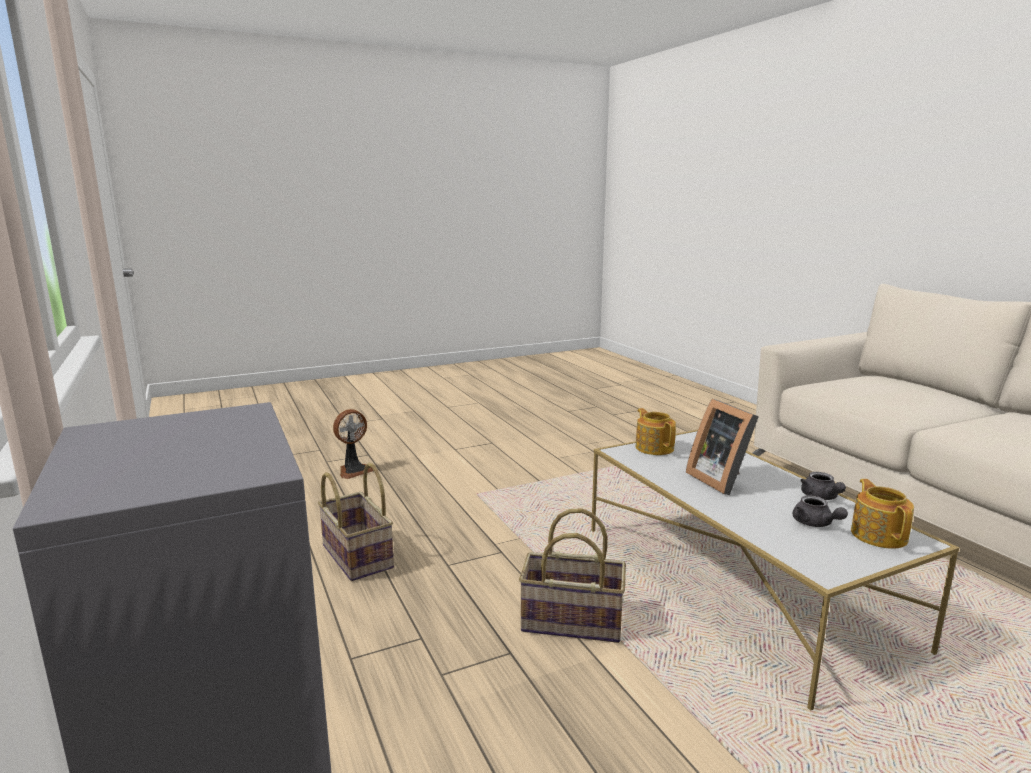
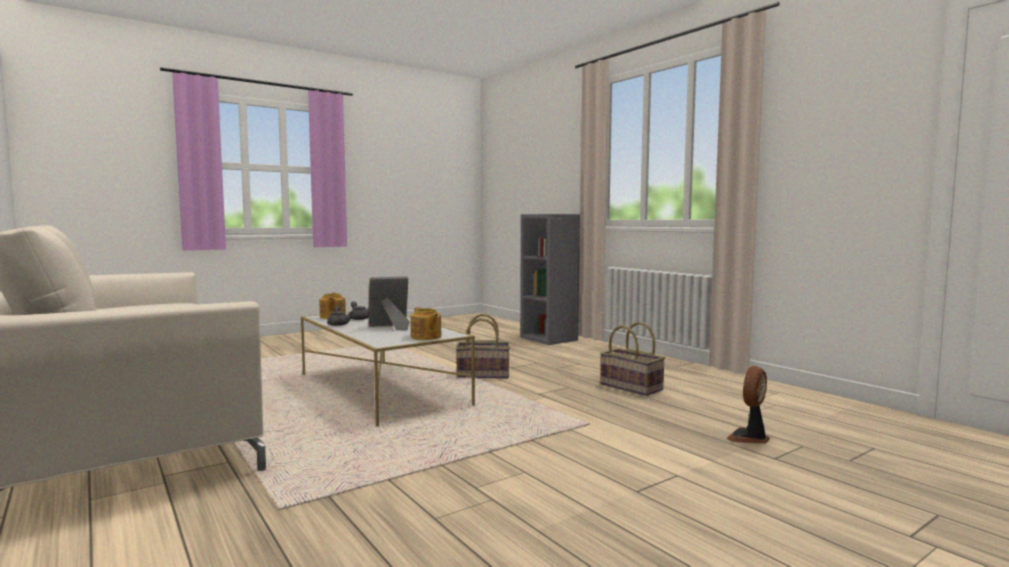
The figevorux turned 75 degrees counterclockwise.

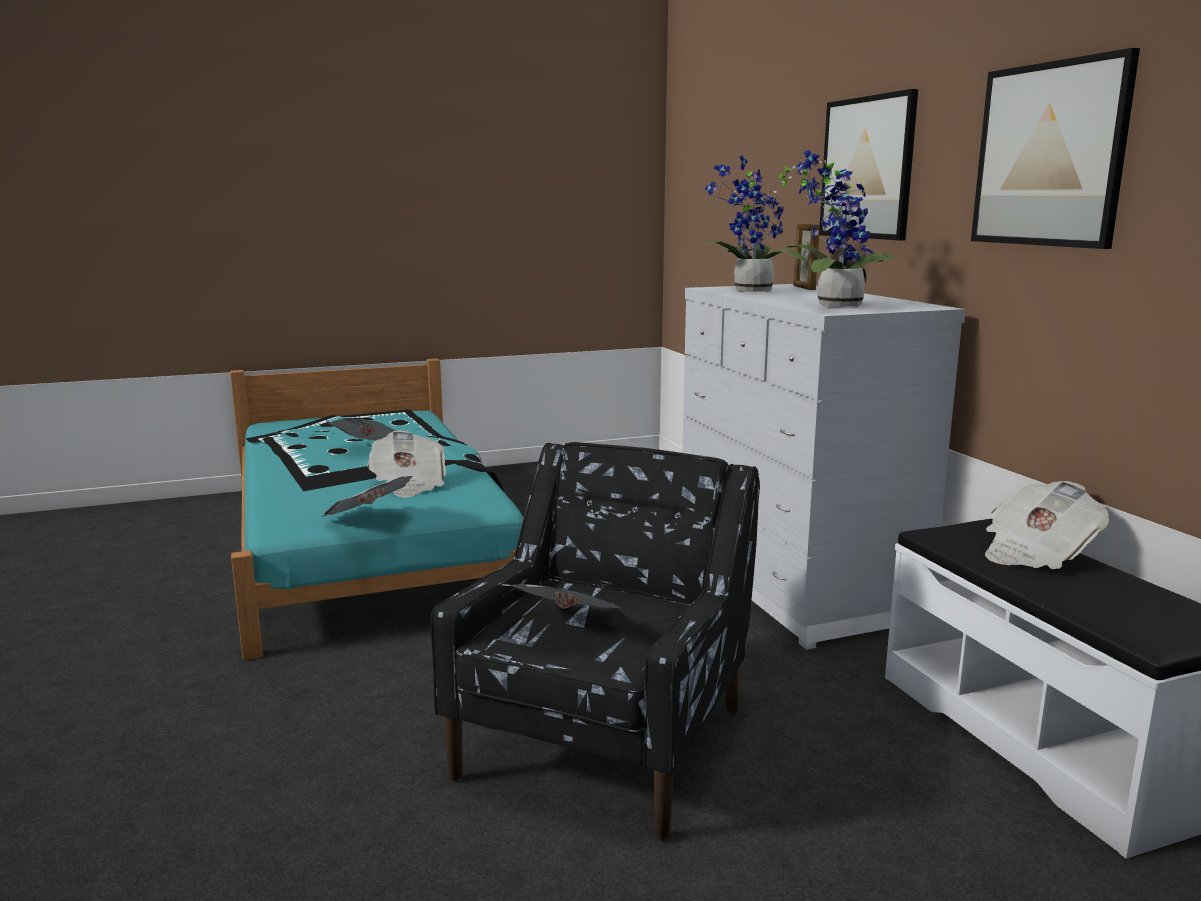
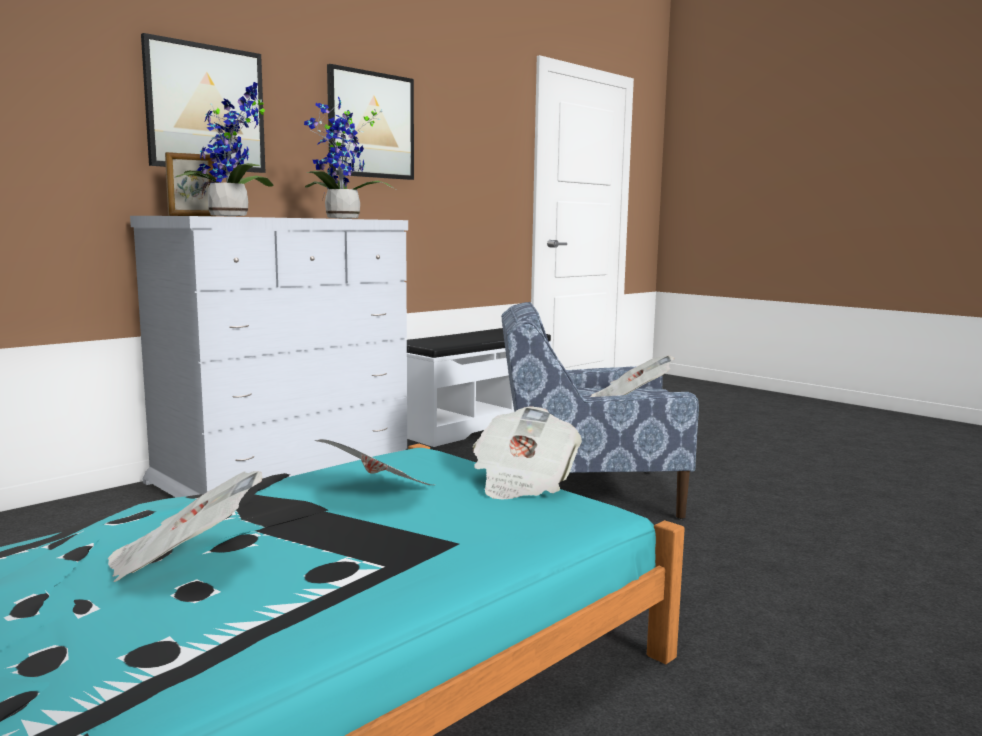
The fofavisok (no. 5 from left) disappeared.
The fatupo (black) became the fatupo (blue).

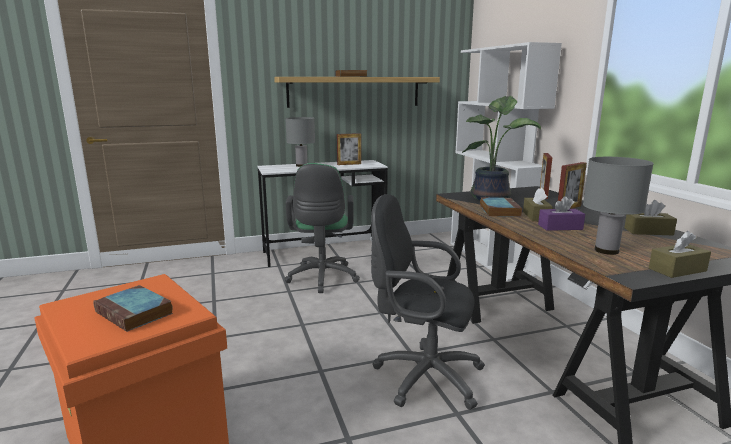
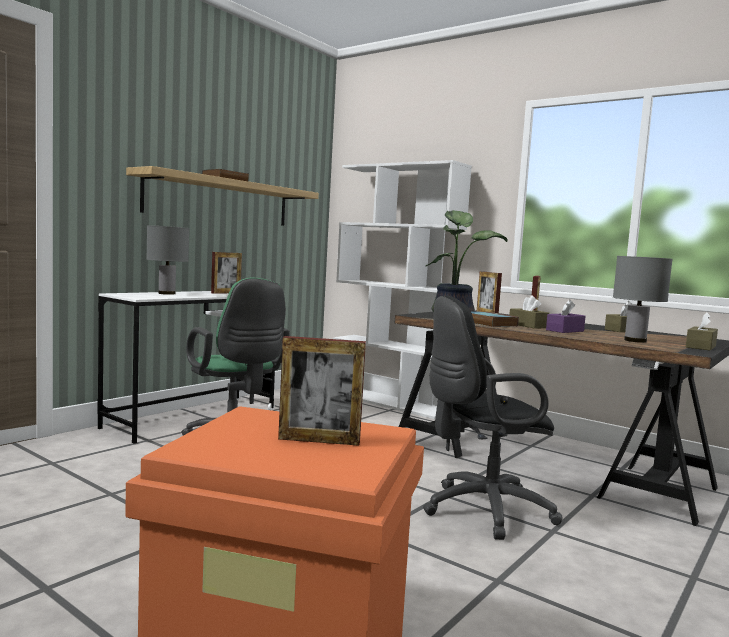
The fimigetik (no. 1 from left) was replaced by the figevorux (no. 2 from left).

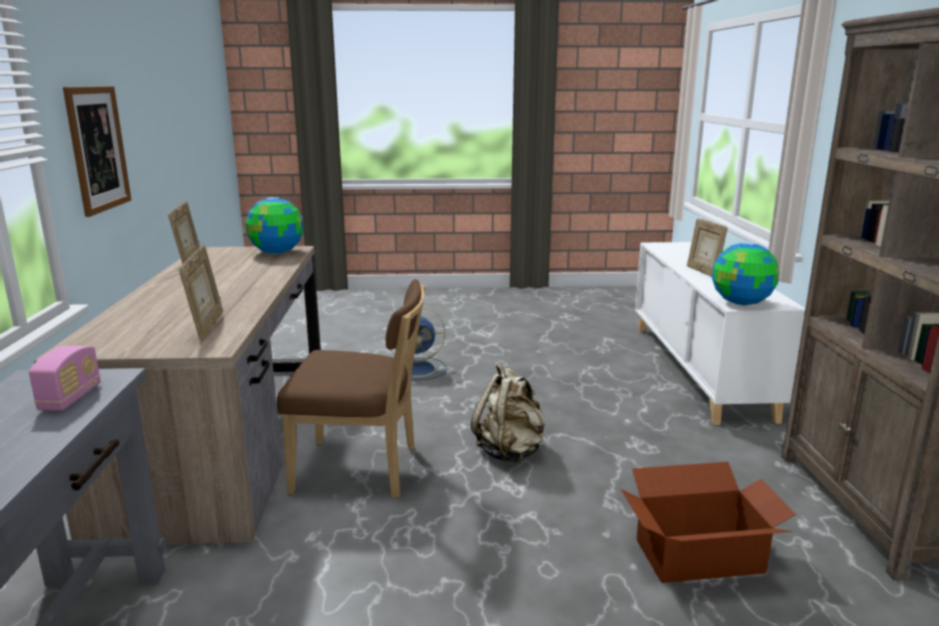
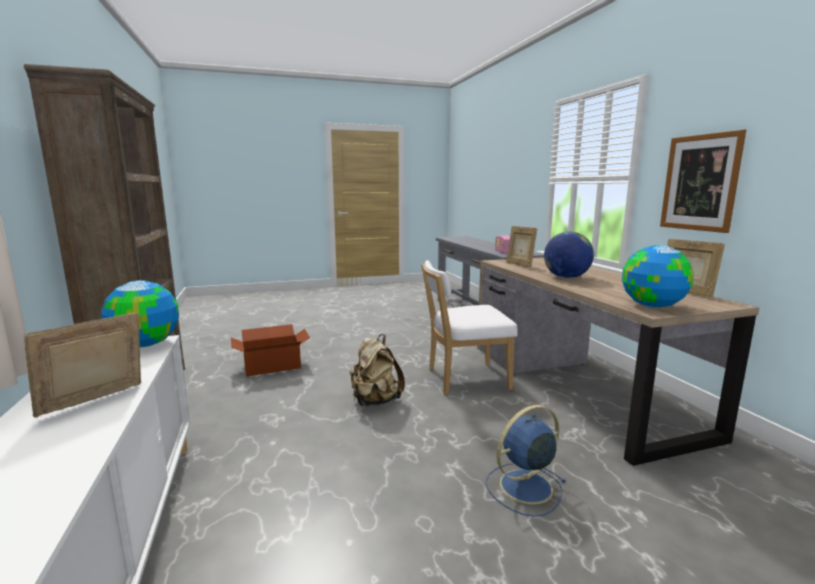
The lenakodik (no. 2 from left) appeared.
The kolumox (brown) became the kolumox (white).
The figevorux (no. 3 from left in the first image) turned 120 degrees counterclockwise.

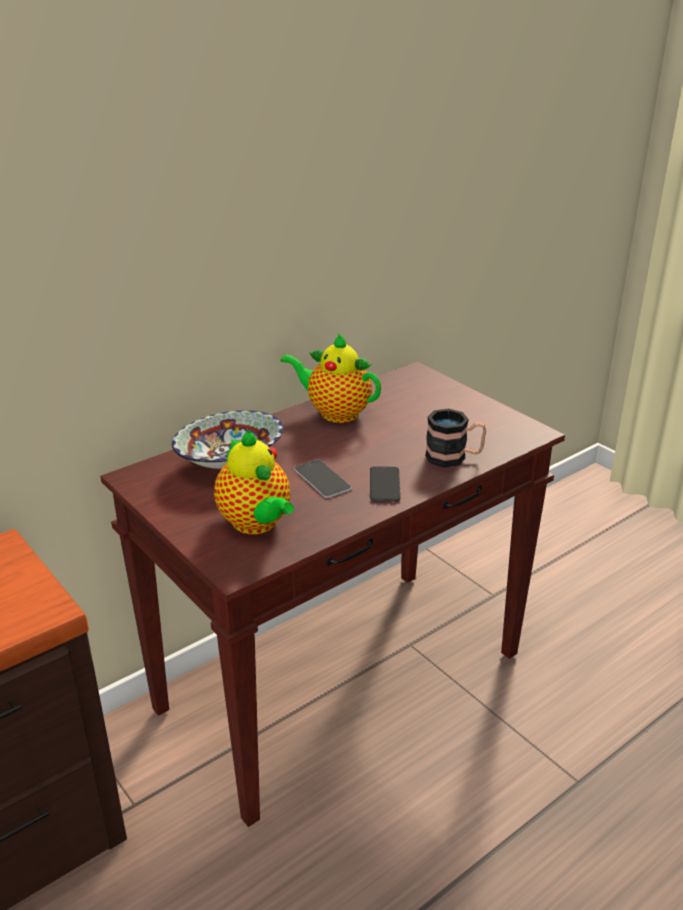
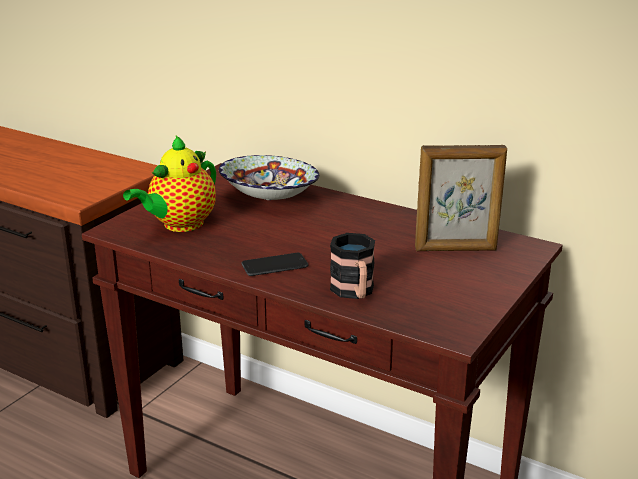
The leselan (no. 2 from left) disappeared.
The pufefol (no. 1 from left) disappeared.
The figevorux appeared.

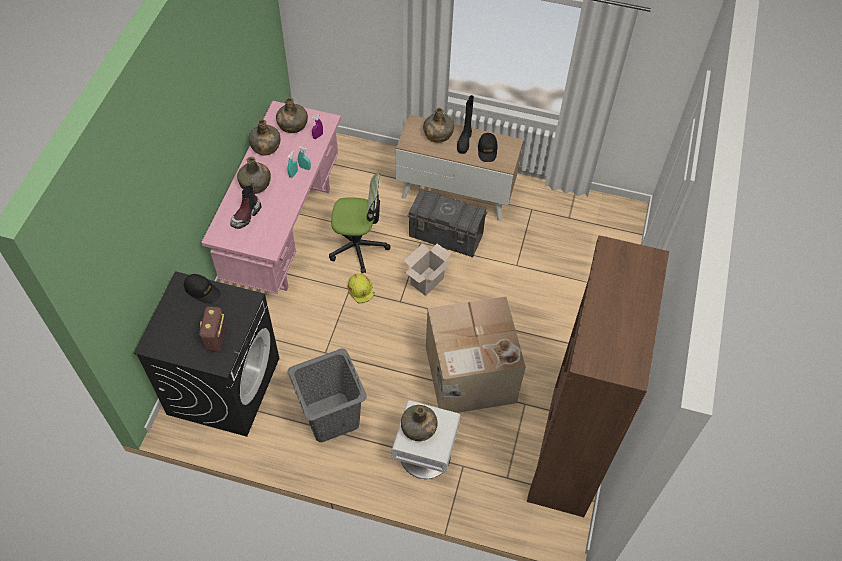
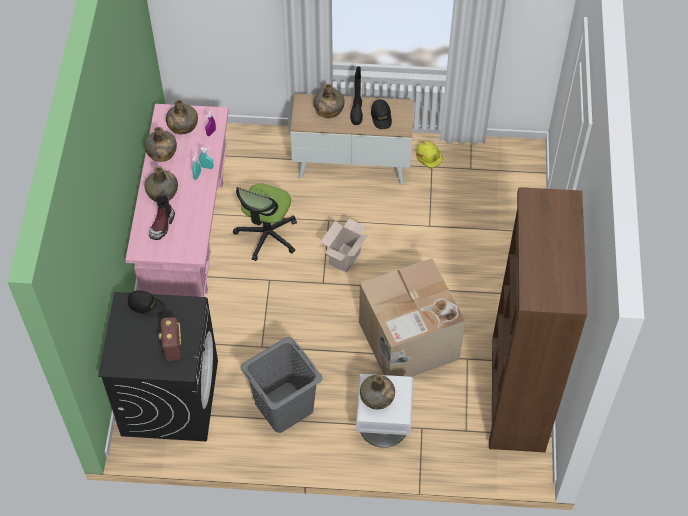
The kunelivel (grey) disappeared.
The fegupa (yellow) moved.
The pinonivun turned 120 degrees clockwise.

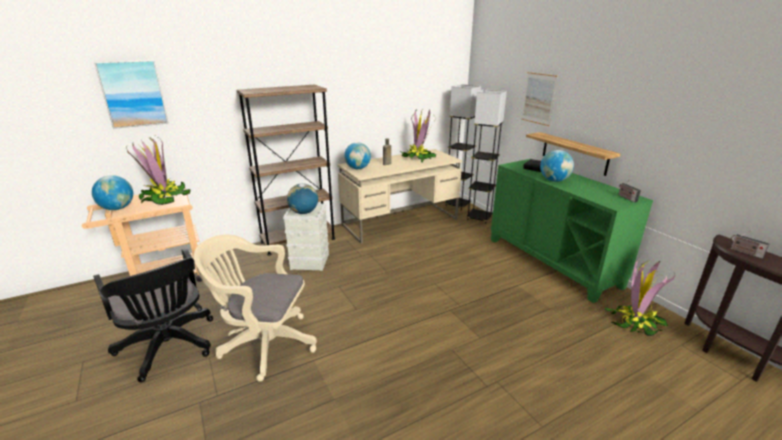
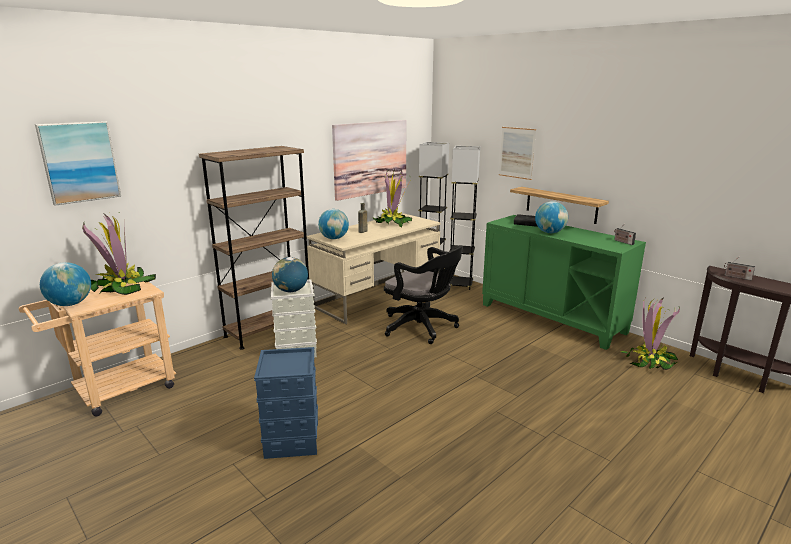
The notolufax (no. 2 from left) appeared.
The pinonivun (black) moved.
The pinonivun (beige) was replaced by the kunelivel (blue).

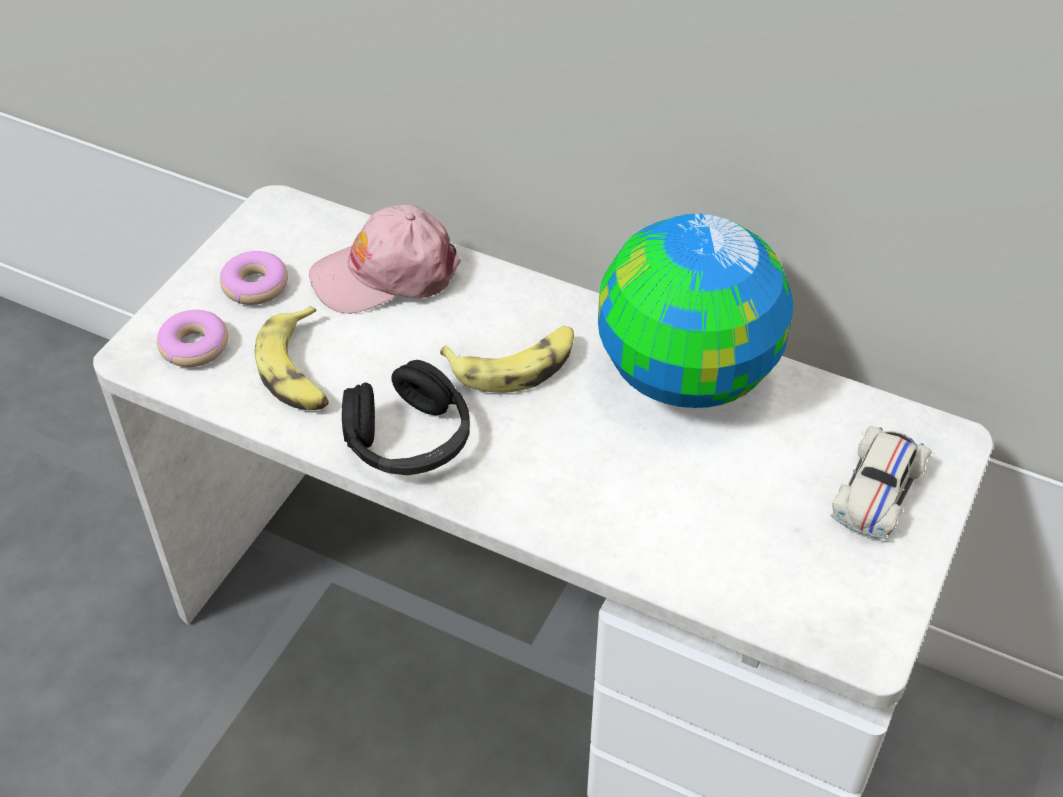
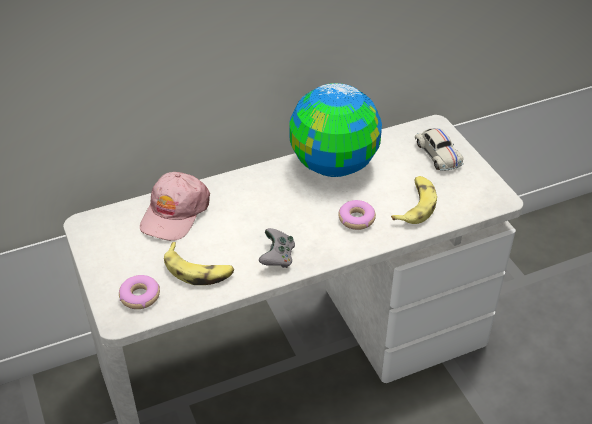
The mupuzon (no. 2 from left) moved.
The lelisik (no. 2 from left) moved.
The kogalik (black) was replaced by the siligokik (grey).

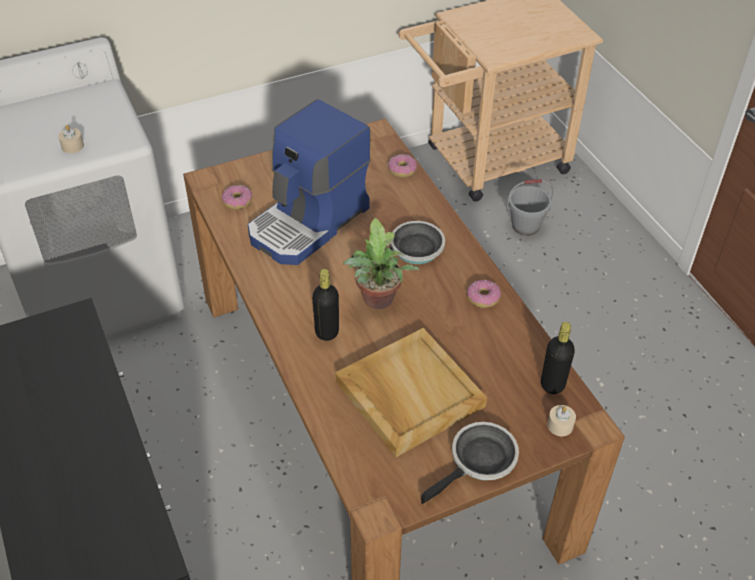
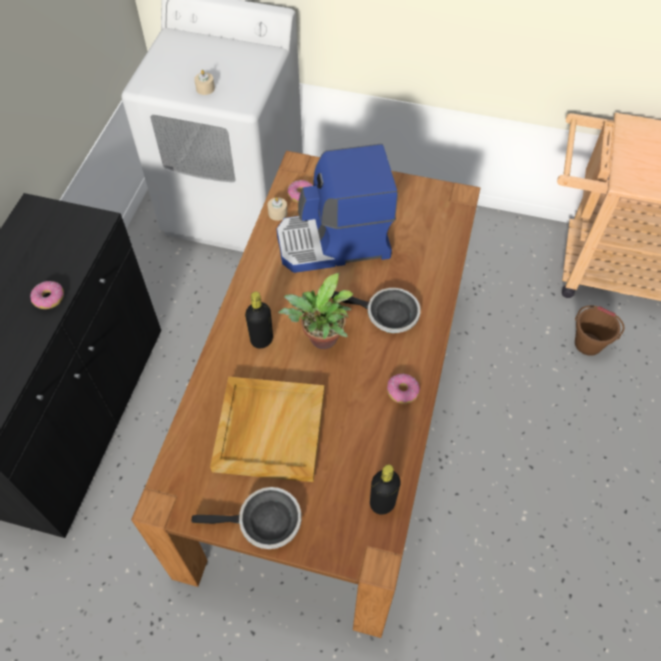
The mupuzon (no. 2 from left in the first image) moved.
The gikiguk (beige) (no. 2 from left) moved.
The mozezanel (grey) became the mozezanel (brown).

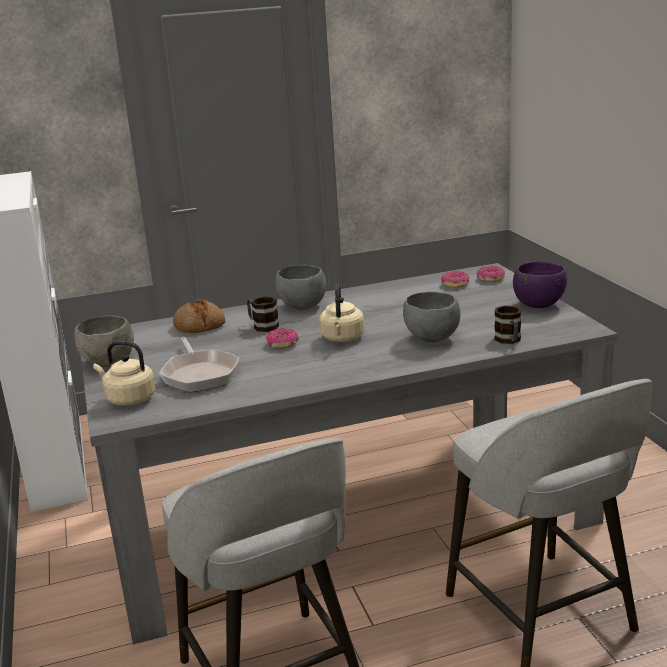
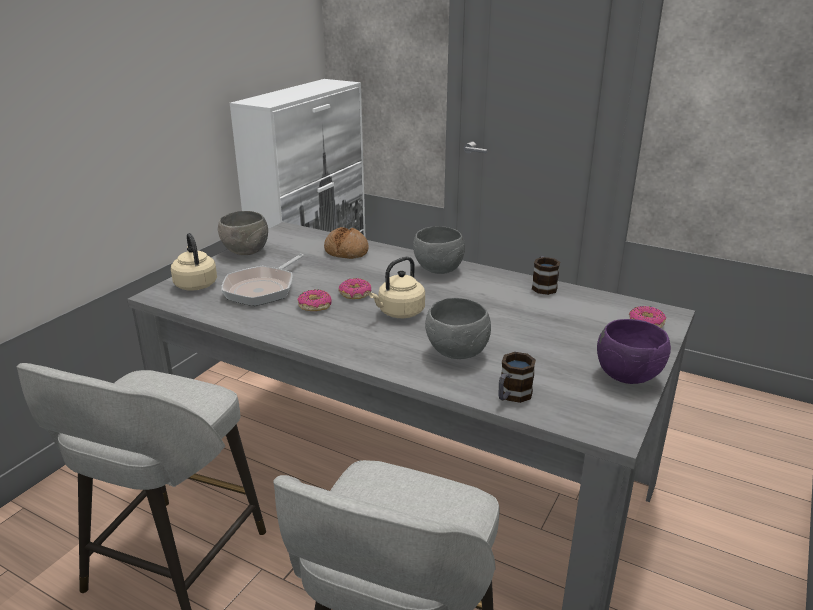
The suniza (no. 1 from left in the first image) moved.
The mupuzon (no. 2 from left in the first image) moved.

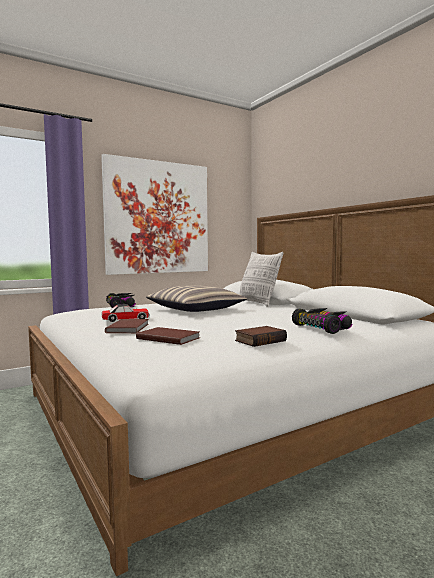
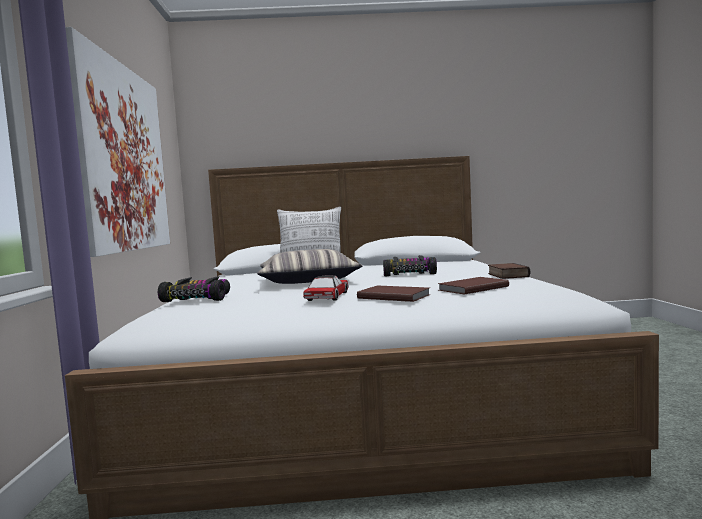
The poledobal (no. 3 from left) moved.

